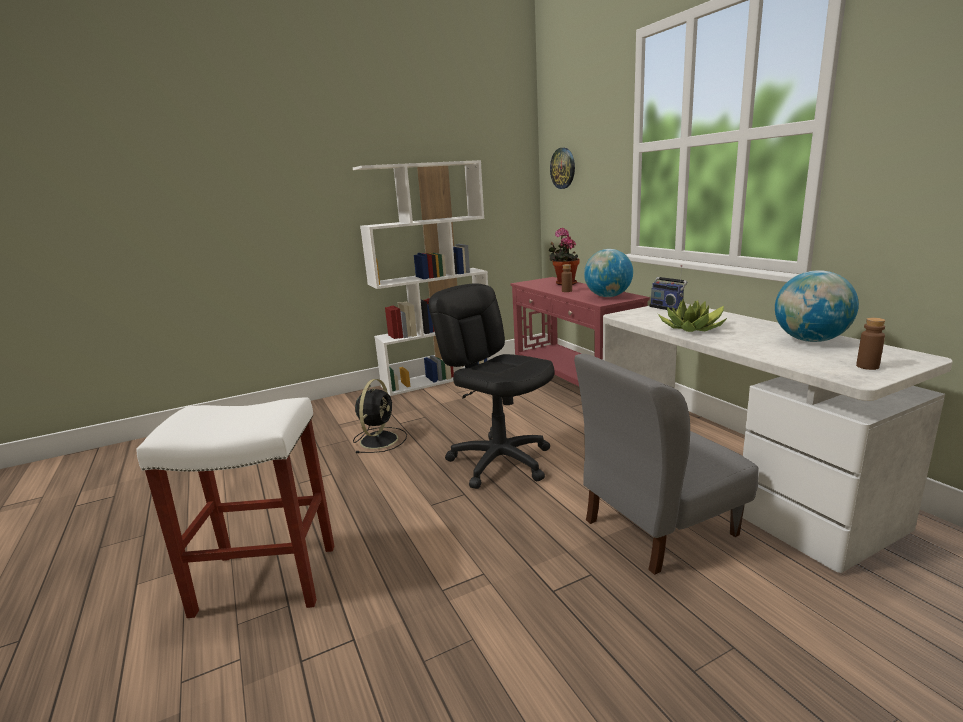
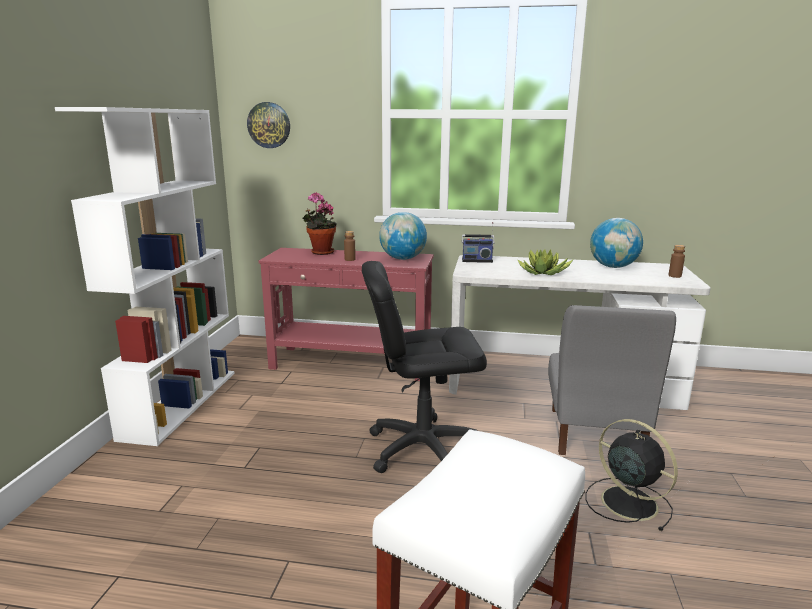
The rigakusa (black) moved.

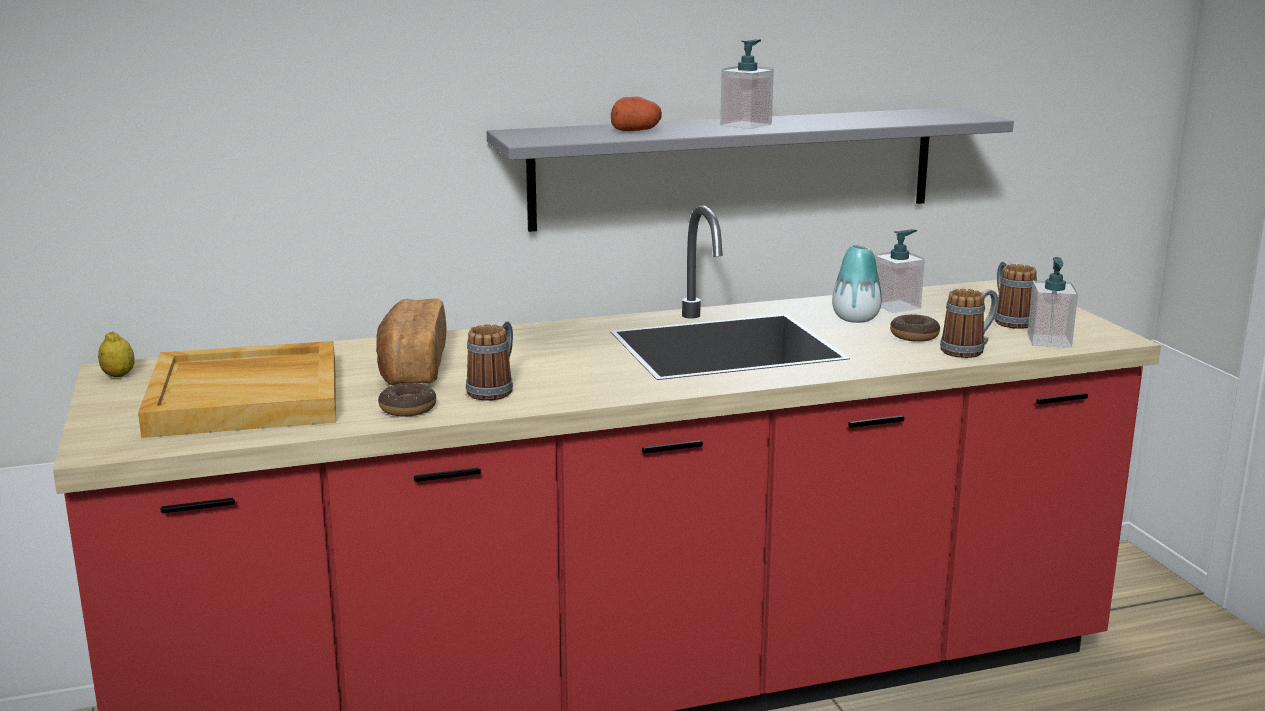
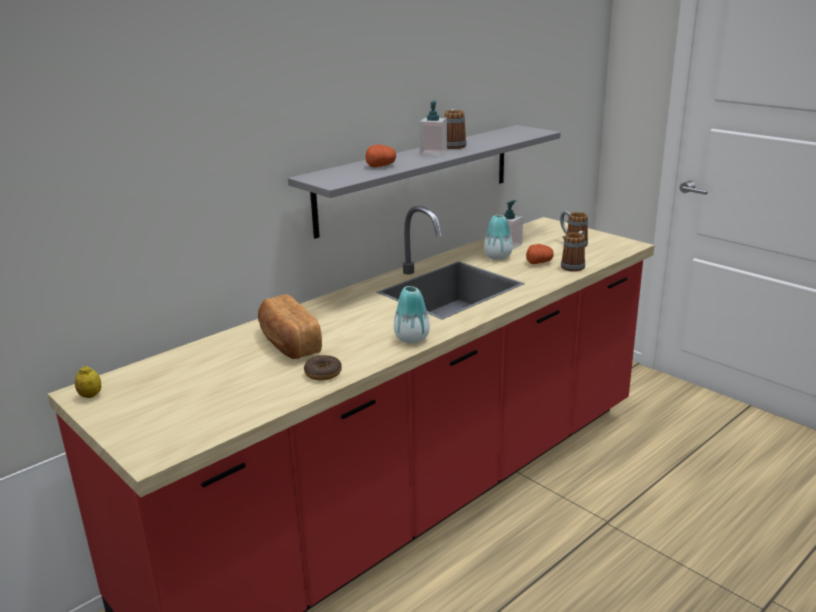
The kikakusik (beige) disappeared.
The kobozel (no. 3 from left) disappeared.
The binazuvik (no. 1 from left) appeared.
The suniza (no. 1 from left) moved.
The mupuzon (no. 2 from left) was replaced by the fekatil (no. 2 from left).

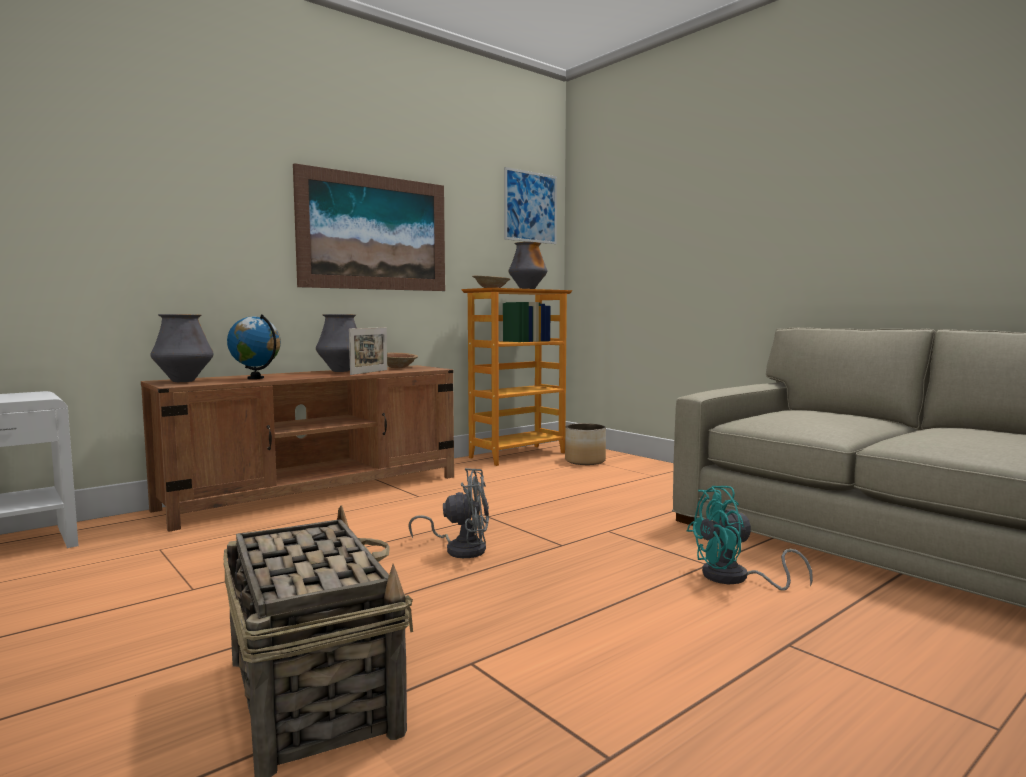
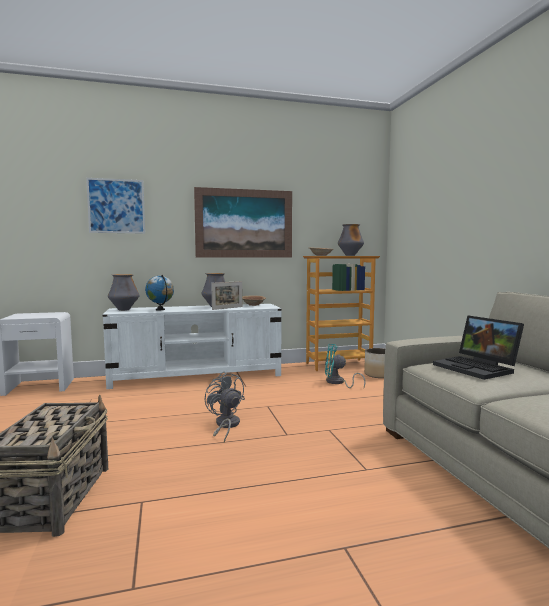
The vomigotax appeared.
The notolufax (no. 2 from left in the first image) moved.
The rigakusa (turquoise) moved.
The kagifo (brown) became the kagifo (white).
The rigakusa (grey) turned 150 degrees counterclockwise.

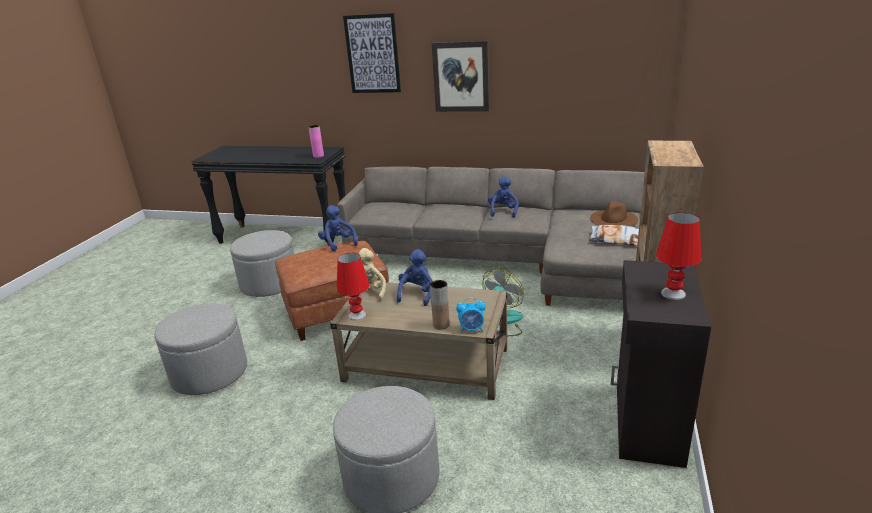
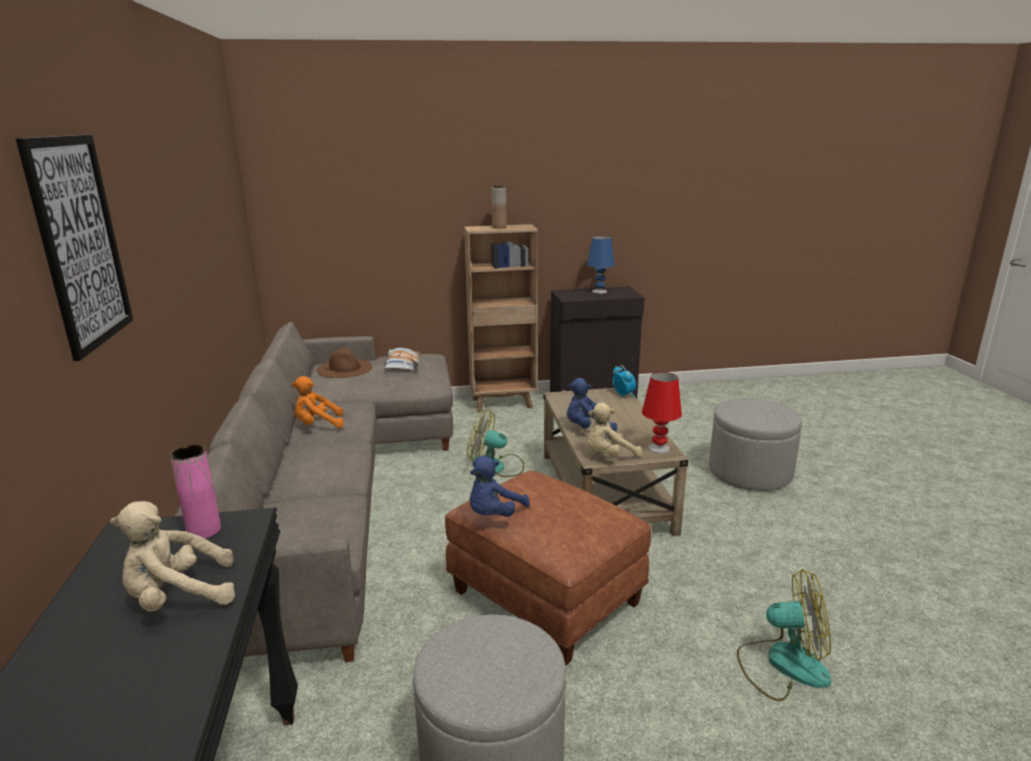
The notolufax (no. 2 from left) disappeared.
The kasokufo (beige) (no. 1 from left) appeared.
The binazuvik (brown) moved.
The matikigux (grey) (no. 1 from left) was replaced by the rigakusa (no. 2 from left).
The kasokufo (blue) (no. 3 from left) became the kasokufo (orange).
The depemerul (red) (no. 2 from left) became the depemerul (blue).

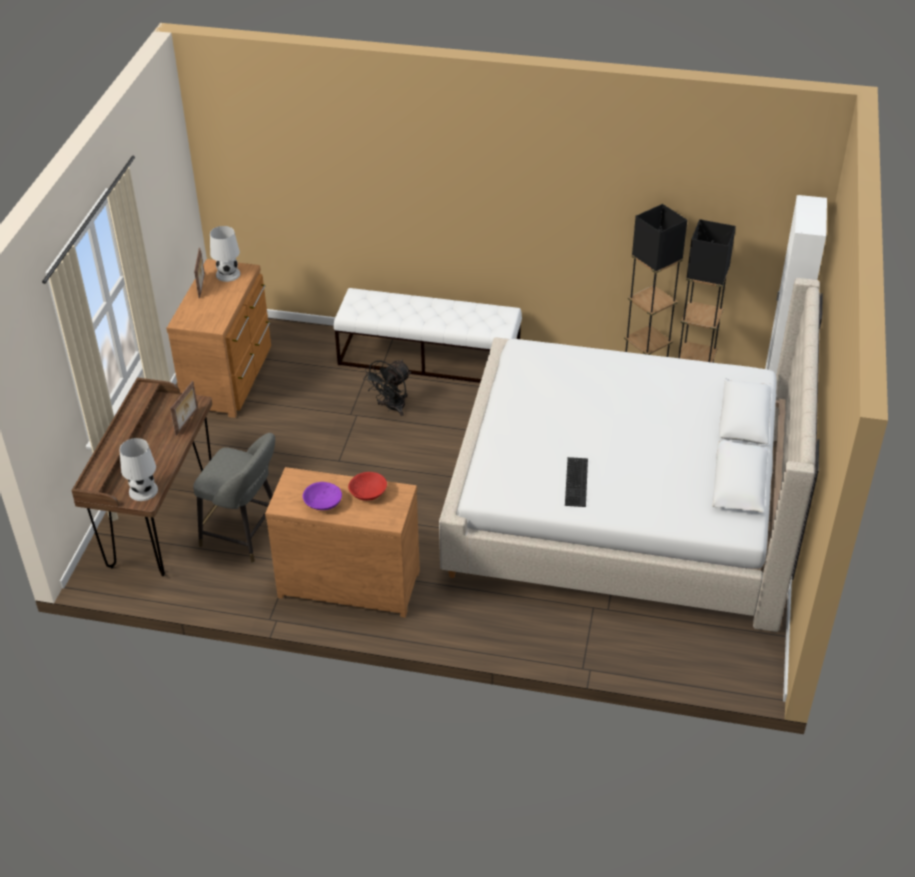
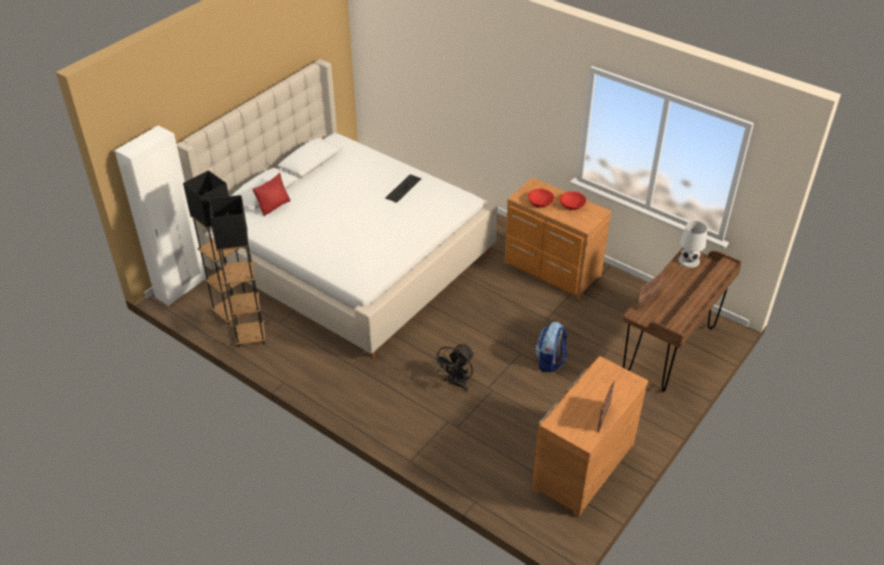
The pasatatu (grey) disappeared.
The depemerul (white) (no. 2 from left) disappeared.
The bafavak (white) disappeared.
The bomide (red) appeared.
The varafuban appeared.
The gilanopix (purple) became the gilanopix (red) (no. 2 from left).
The rigakusa (black) turned 150 degrees clockwise.

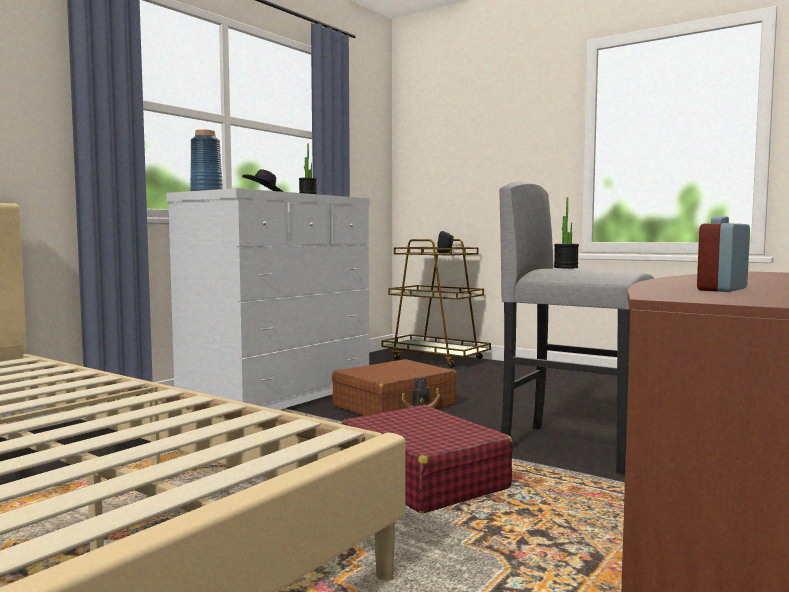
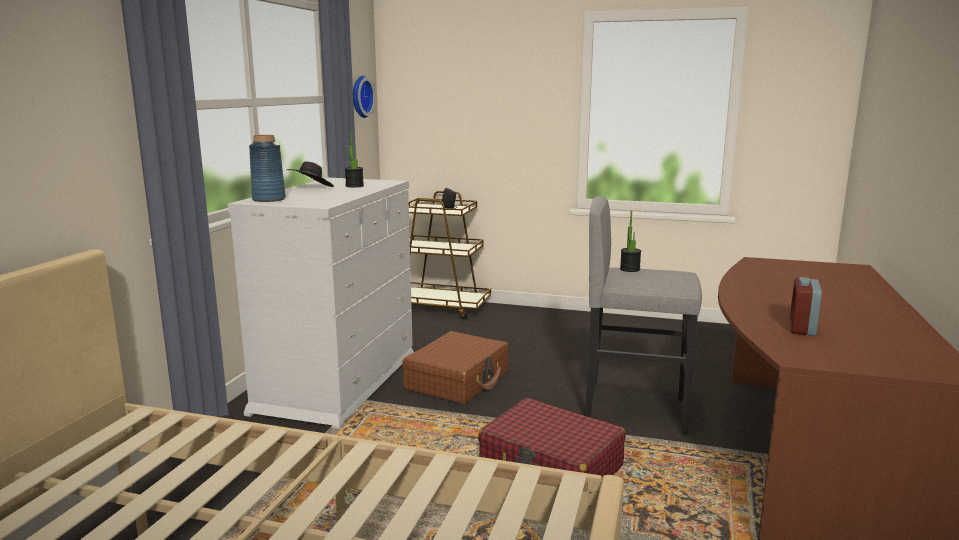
The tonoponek appeared.

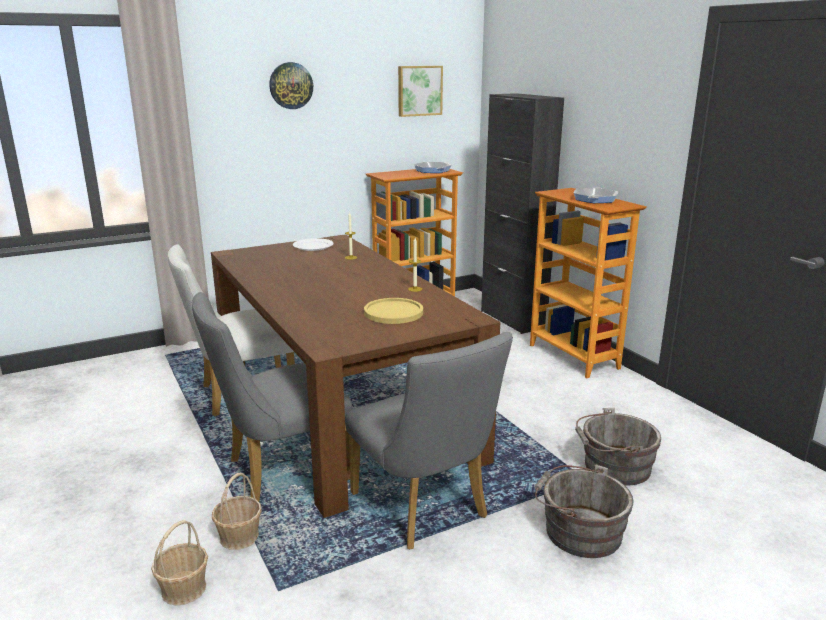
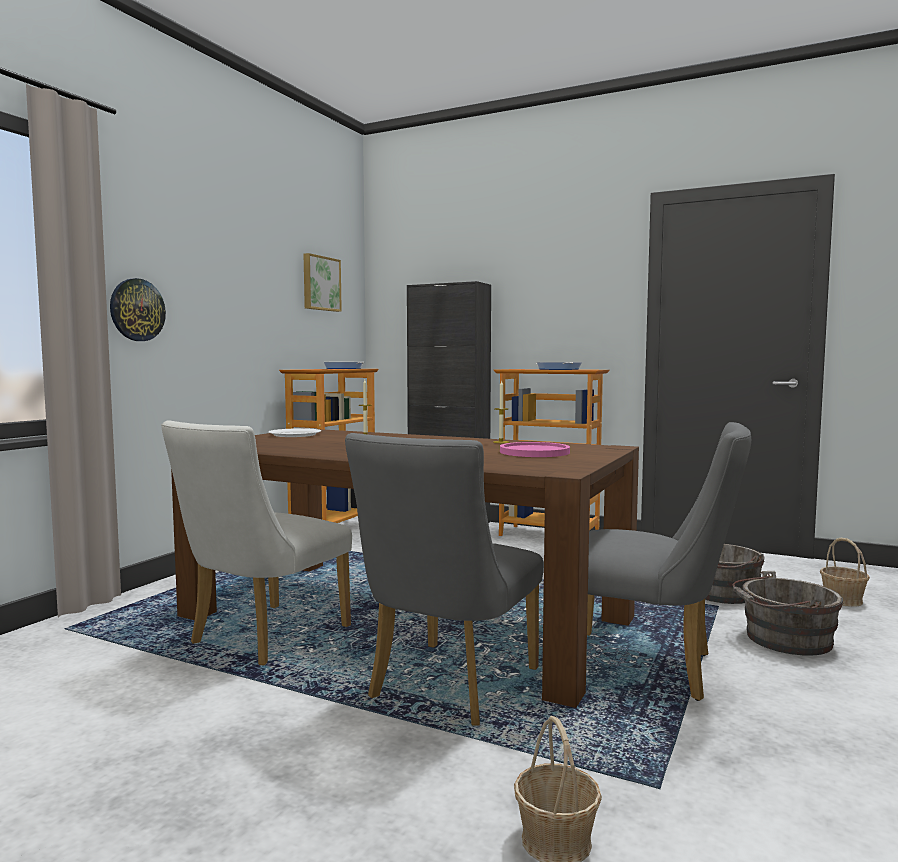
The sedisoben (no. 2 from left) moved.
The tonoponek moved.
The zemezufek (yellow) became the zemezufek (pink).

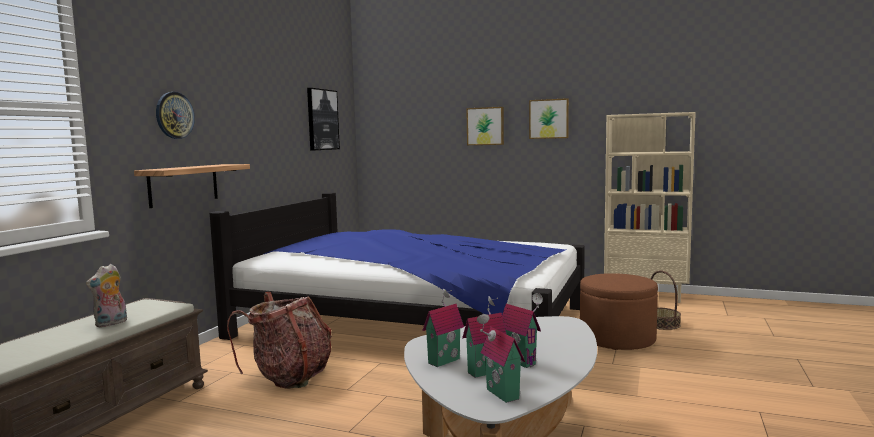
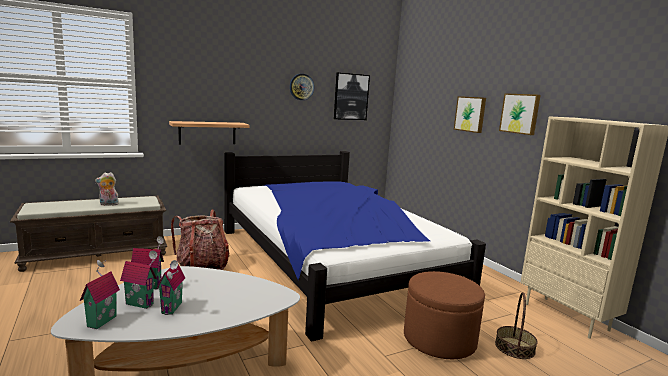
The tonoponek moved.

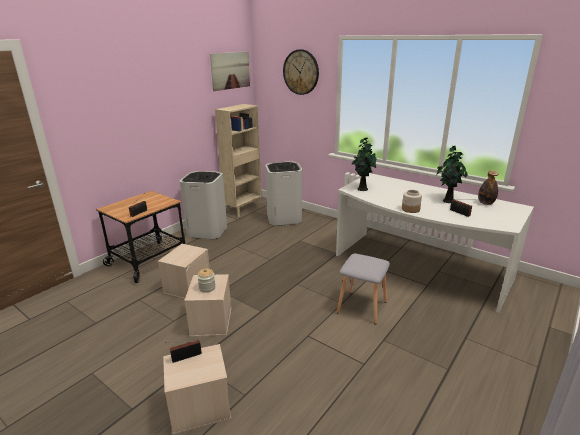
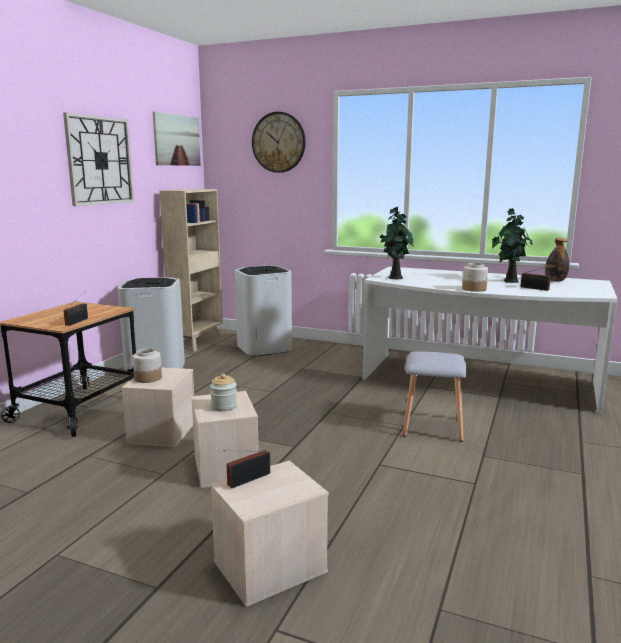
The tonoponek (no. 1 from left) appeared.
The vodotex (no. 1 from left) appeared.

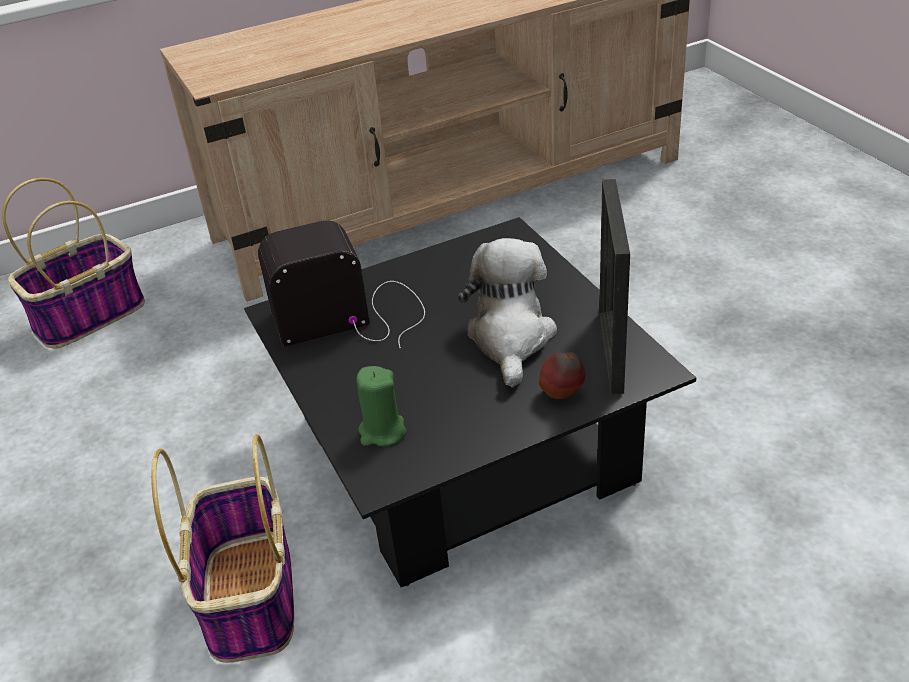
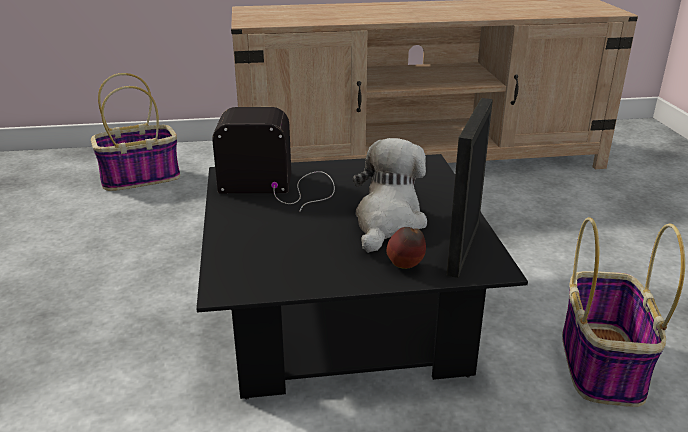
The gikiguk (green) disappeared.
The sedisoben (no. 2 from left) moved.

